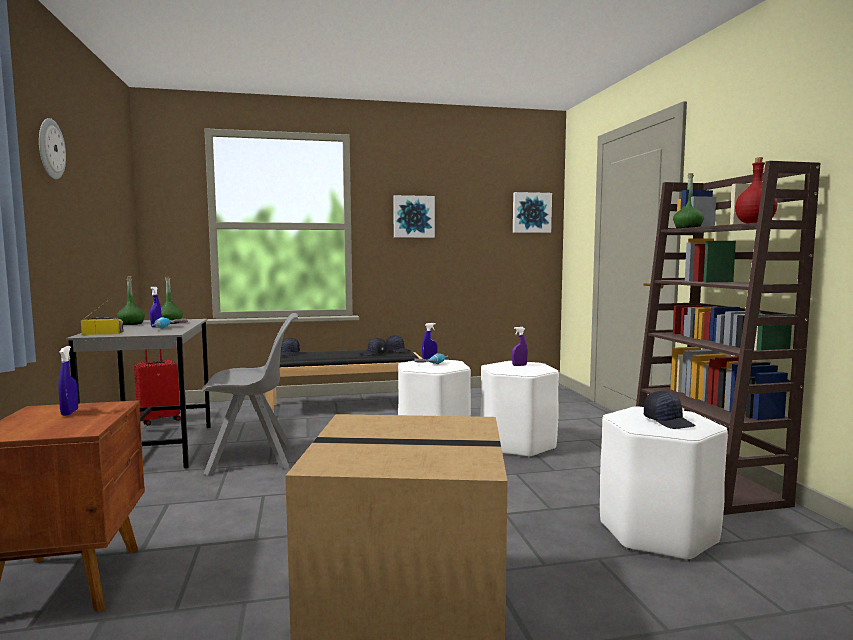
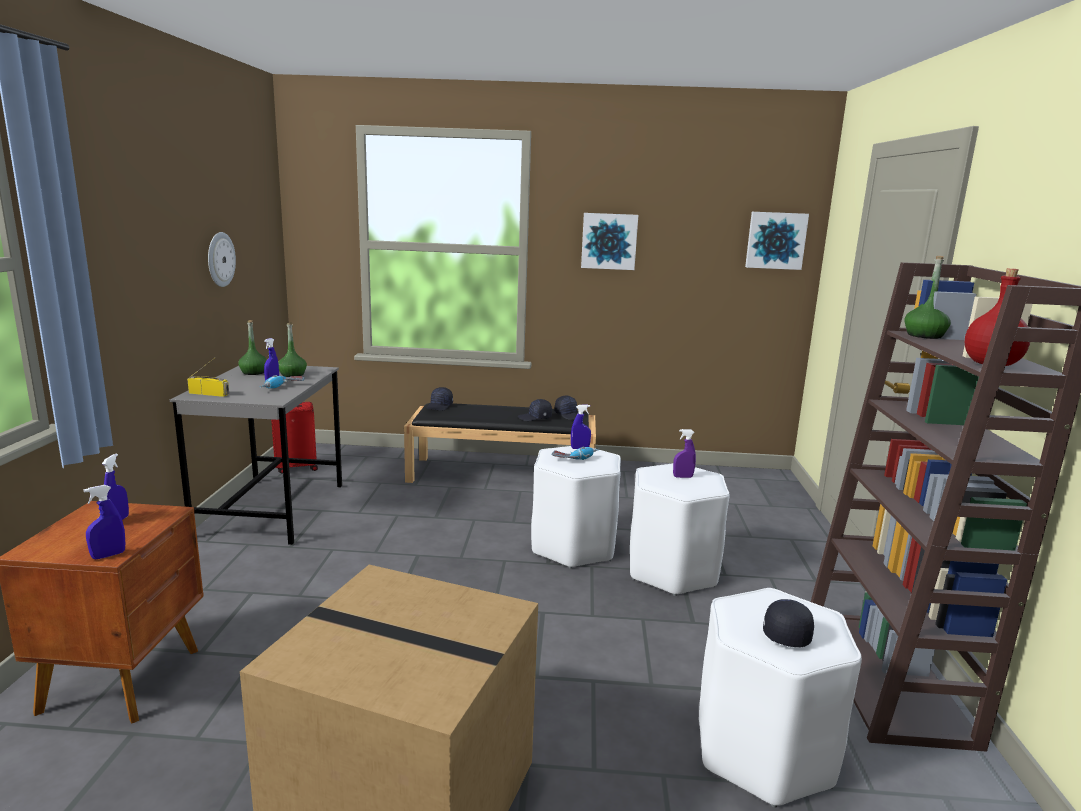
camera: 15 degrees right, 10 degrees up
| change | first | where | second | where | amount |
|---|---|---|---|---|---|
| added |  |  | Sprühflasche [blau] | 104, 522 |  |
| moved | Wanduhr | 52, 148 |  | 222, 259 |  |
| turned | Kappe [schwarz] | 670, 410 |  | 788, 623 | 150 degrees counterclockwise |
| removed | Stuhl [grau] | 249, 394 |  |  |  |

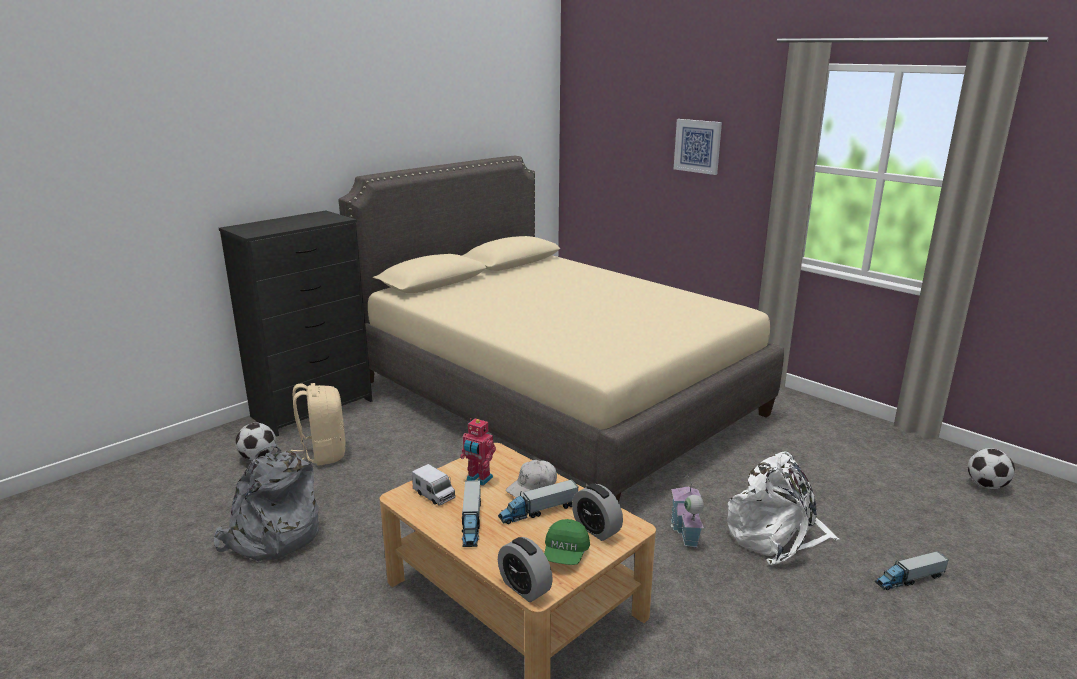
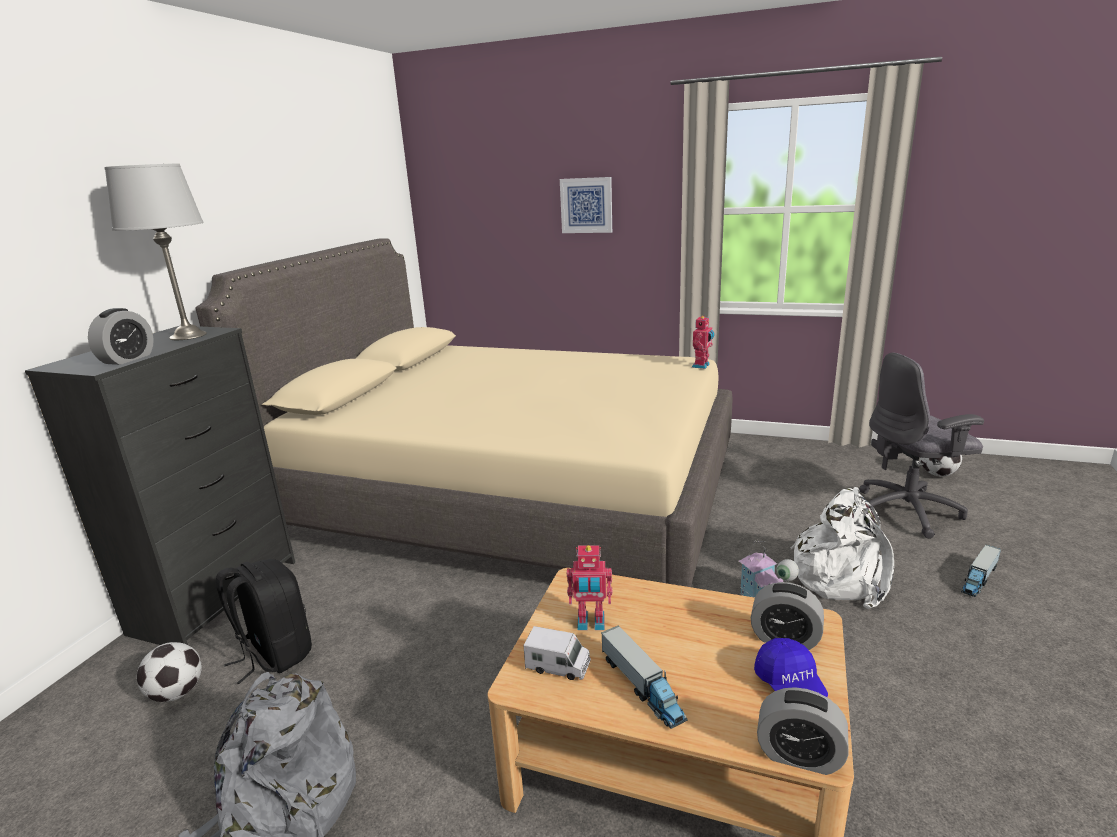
camera: 25 degrees left, 0 degrees up
| change | first | where | second | where | amount |
|---|---|---|---|---|---|
| added |  |  | Wecker | 121, 336 |  |
| added |  |  | Tischlampe [grau] | 155, 252 |  |
| recoloured | Rucksack [beige] | 318, 424 | Rucksack [schwarz] | 264, 621 |  |
| added |  |  | Spielzeugroboter | 703, 342 |  |
| recoloured | Kappe [grün] | 567, 542 | Kappe [blau] | 791, 667 |  |
| added |  |  | Bürostuhl [grau] | 921, 446 |  |
| removed | Spielzeuglaster | 538, 501 |  |  |  |
| removed | Kappe [weiß] | 531, 479 |  |  |  |

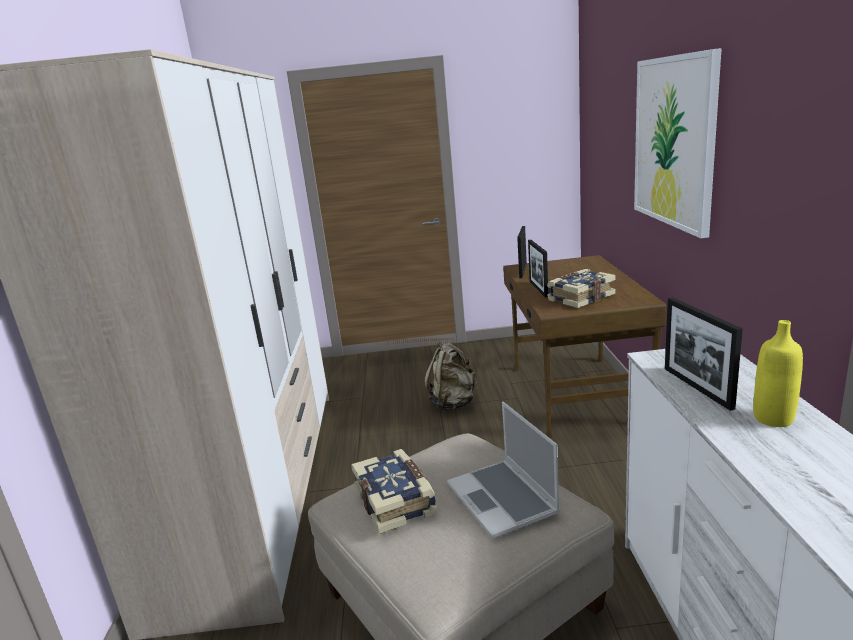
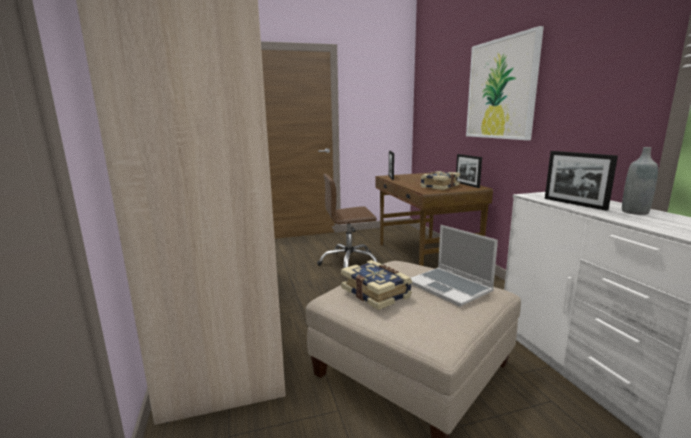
camera: 15 degrees left, 5 degrees down
| change | first | where | second | where | amount |
|---|---|---|---|---|---|
| replaced | Rucksack [beige] | 451, 375 | Bürostuhl [braun] | 347, 221 |  |
| moved | Bilderrahmen | 538, 268 |  | 469, 171 |  |
| recoloured | Flasche [gelb] | 778, 373 | Flasche [grau] | 640, 181 |  |

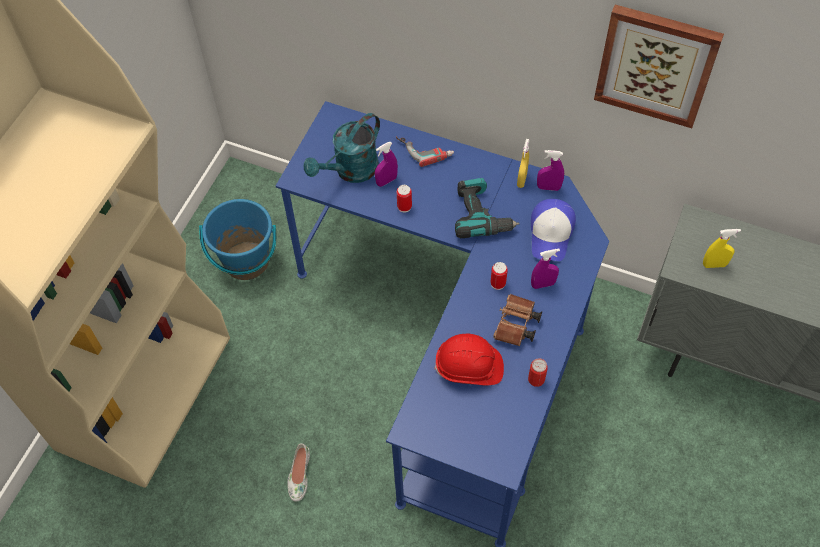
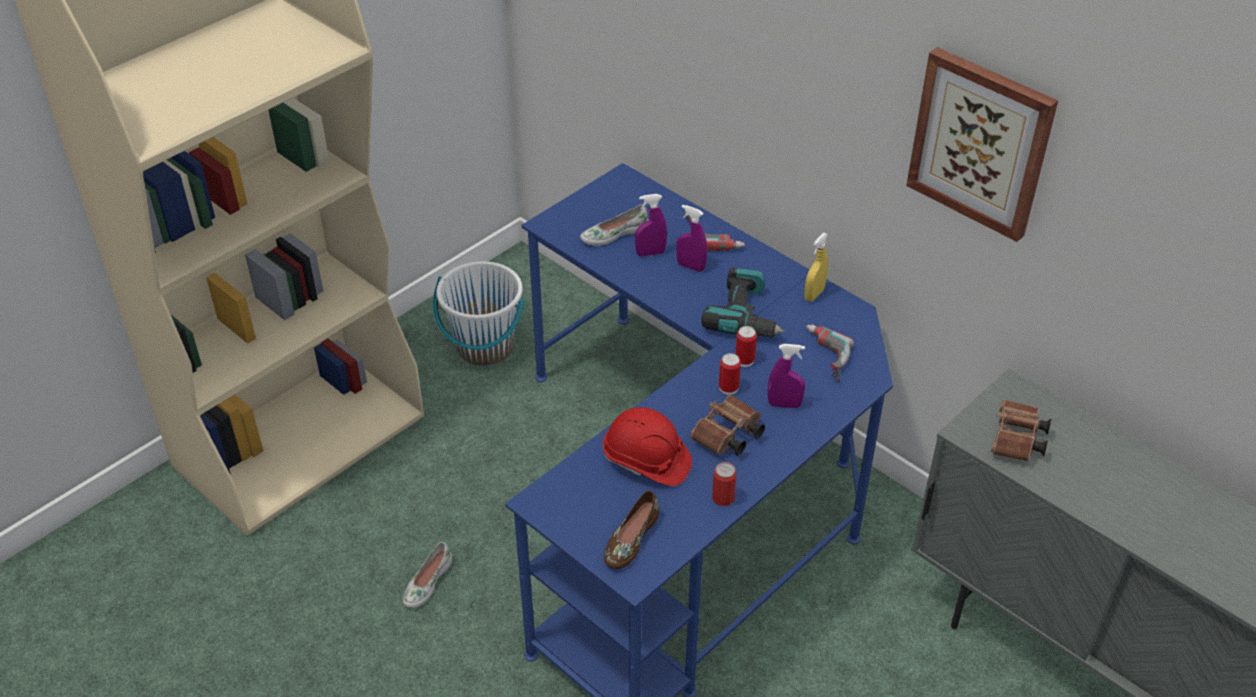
camera: 20 degrees right, 15 degrees down
| change | first | where | second | where | amount |
|---|---|---|---|---|---|
| recoloured | Eimer [blau] | 237, 239 | Eimer [weiß] | 479, 313 |  |
| replaced | Gießkanne [türkis] | 342, 148 | Schuh [weiß] | 614, 225 |  |
| added |  |  | Schuh [braun] | 631, 529 |  |
| moved | Sprühflasche [lila] | 550, 170 |  | 691, 238 |  |
| moved | Dose | 404, 198 |  | 746, 346 |  |
| replaced | Kappe | 553, 230 | Bohrmaschine | 830, 354 |  |
| replaced | Sprühflasche [gelb] | 722, 248 | Fernglas [braun] | 1021, 430 |  |

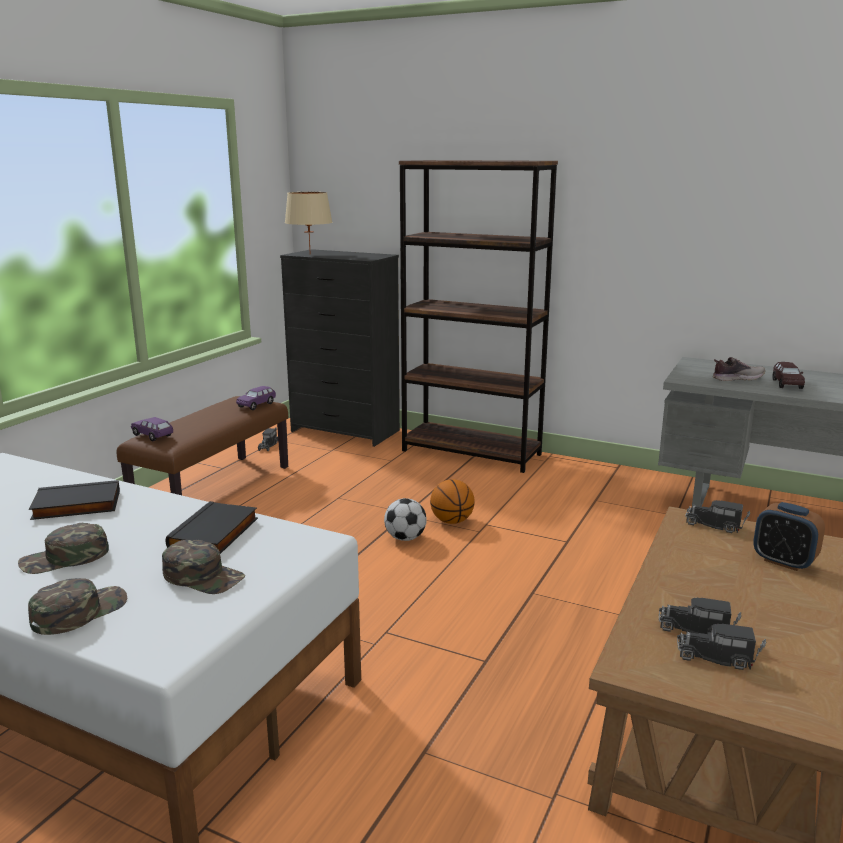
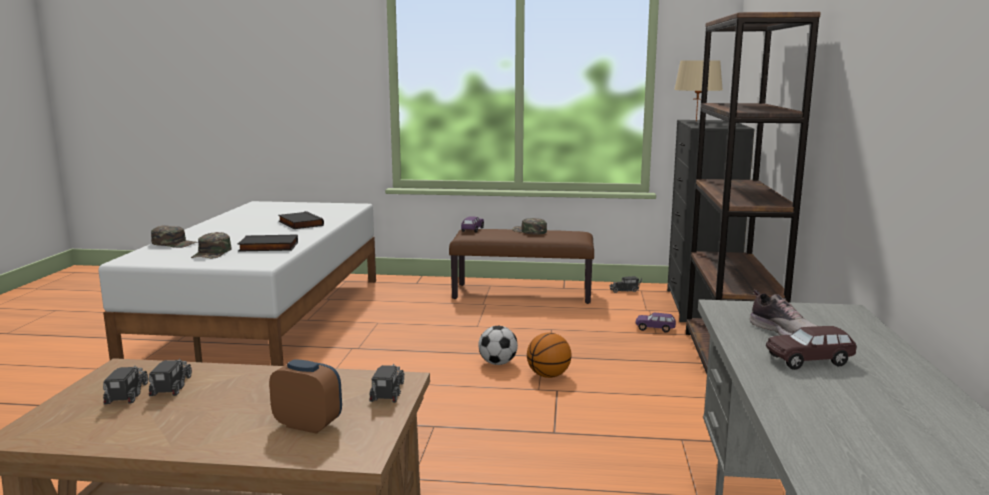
camera: 70 degrees right, 5 degrees down
| change | first | where | second | where | amount |
|---|---|---|---|---|---|
| turned | Wecker | 789, 536 |  | 305, 396 | 90 degrees clockwise |
| moved | Kappe [grün] | 63, 548 |  | 529, 226 |  |
| moved | Spielzeugauto [lila] | 256, 398 |  | 656, 323 |  |

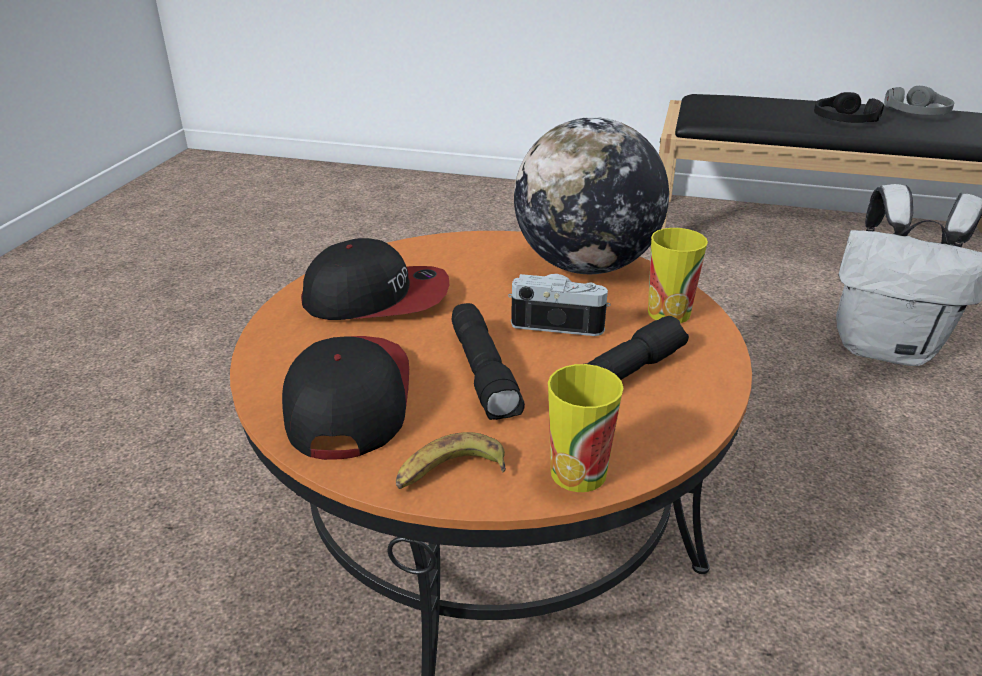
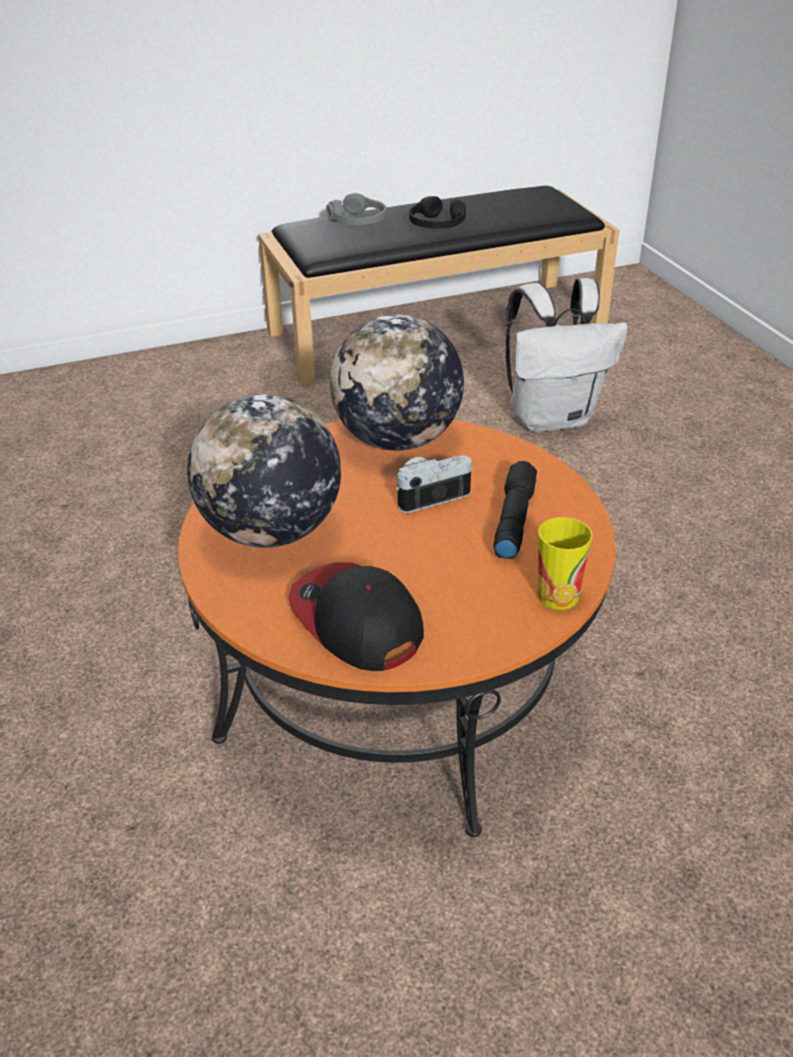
camera: 35 degrees left, 5 degrees up
| change | first | where | second | where | amount |
|---|---|---|---|---|---|
| replaced | Kappe | 375, 279 | Globus | 264, 471 |  |
| moved | Kopfhörer [grau] | 919, 100 |  | 356, 209 |  |
| removed | Banane | 451, 460 |  |  |  |
| removed | Taschenlampe [schwarz] | 488, 361 |  |  |  |
| removed | Tasse | 678, 275 |  |  |  |

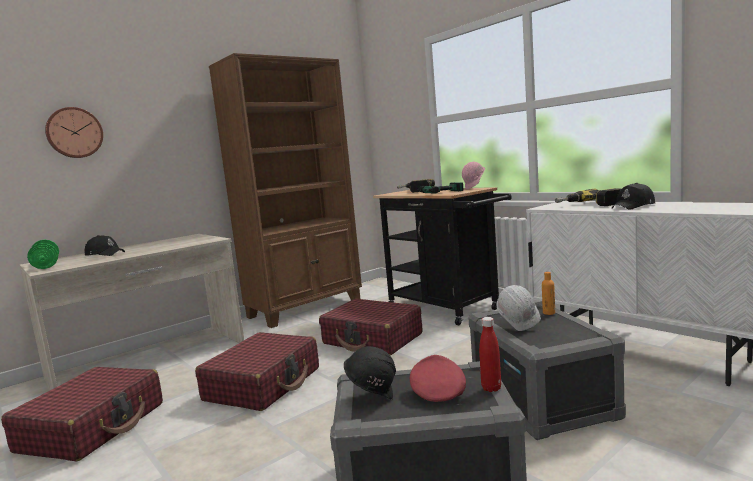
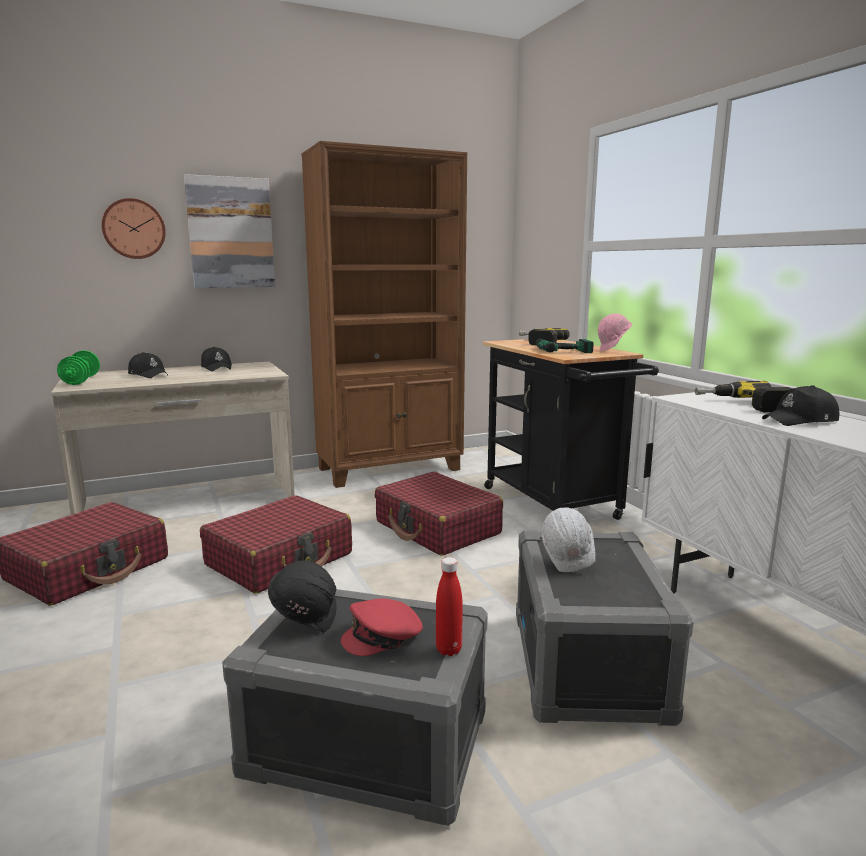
camera: 15 degrees right, 5 degrees up
| change | first | where | second | where | amount |
|---|---|---|---|---|---|
| added |  |  | Bild | 229, 231 |  |
| added |  |  | Kappe [schwarz] | 216, 359 |  |
| turned | Kappe [rot] | 438, 378 |  | 382, 627 | 135 degrees counterclockwise |
| removed | Flasche [orange] | 548, 293 |  |  |  |

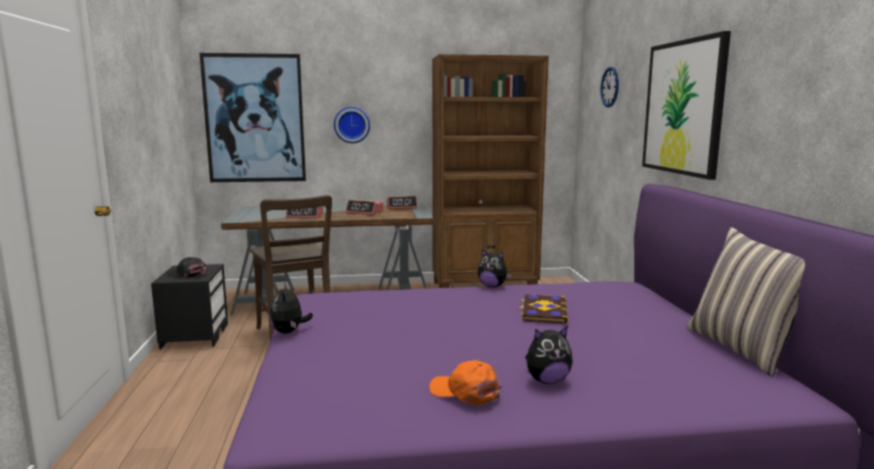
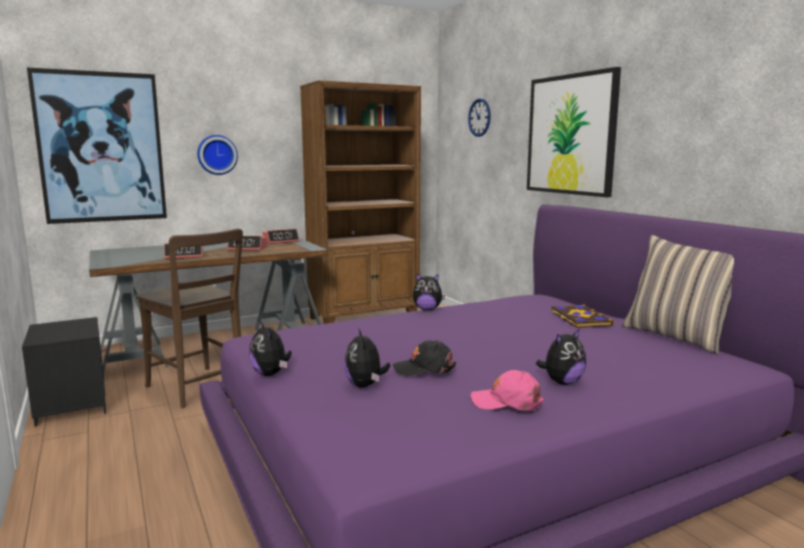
camera: 20 degrees left, 0 degrees up
| change | first | where | second | where | amount |
|---|---|---|---|---|---|
| added |  |  | Plüschtier | 367, 358 |  |
| moved | Kappe [schwarz] | 186, 267 |  | 424, 358 |  |
| recoloured | Kappe [orange] | 465, 383 | Kappe [rosa] | 507, 390 |  |
| moved | Buch | 543, 309 |  | 582, 316 |  |

